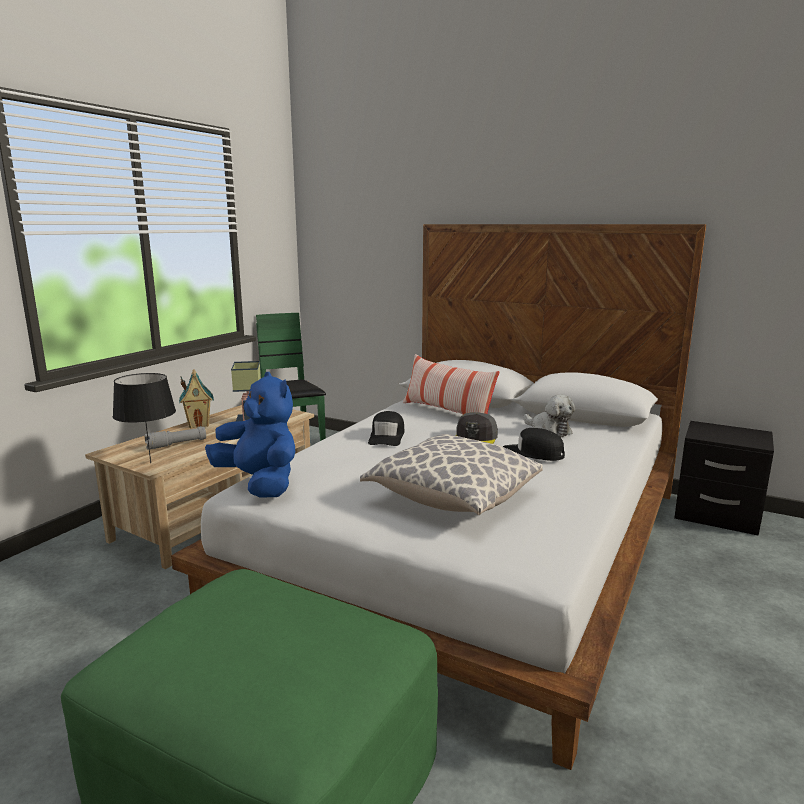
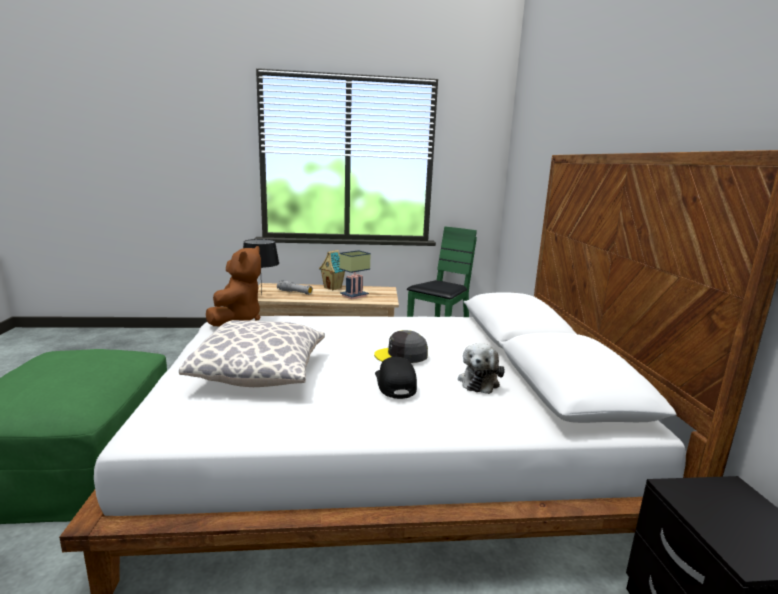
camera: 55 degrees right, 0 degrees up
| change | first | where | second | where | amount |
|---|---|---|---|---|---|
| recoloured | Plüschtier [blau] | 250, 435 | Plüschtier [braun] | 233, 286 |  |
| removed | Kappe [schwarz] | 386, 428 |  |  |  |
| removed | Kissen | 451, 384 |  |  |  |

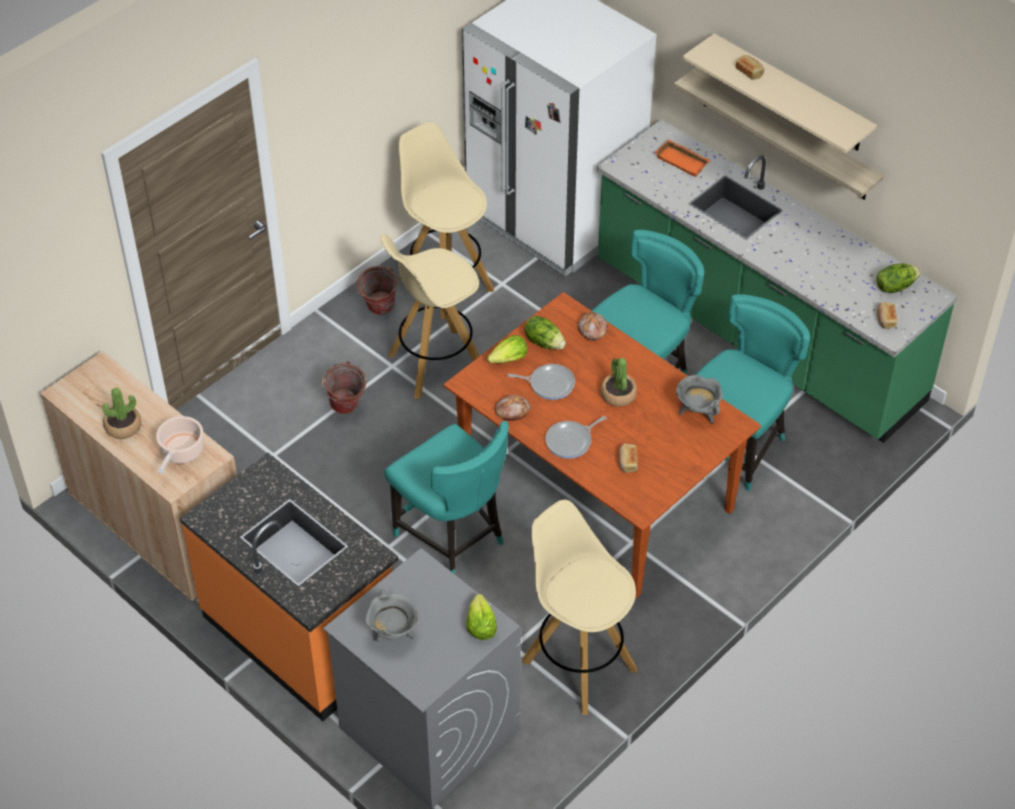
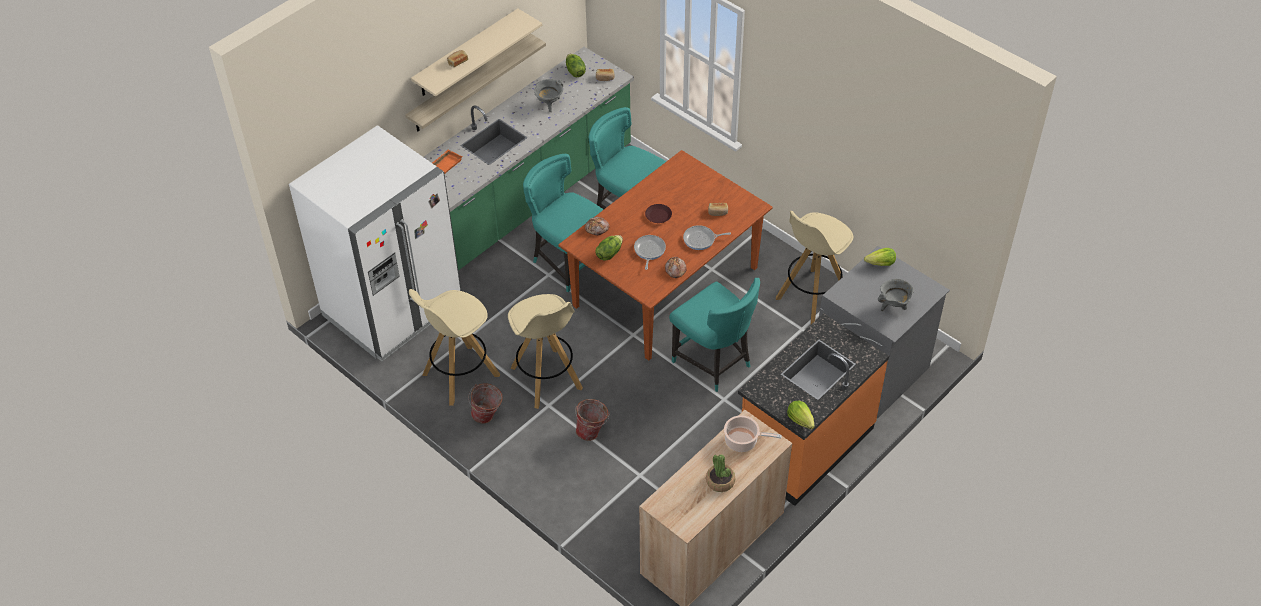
camera: 90 degrees left, 0 degrees up
| change | first | where | second | where | amount |
|---|---|---|---|---|---|
| moved | Kochtopf [grau] | 699, 399 |  | 548, 95 |  |
| replaced | Topfpflanze | 619, 382 | Teller [braun] | 658, 213 |  |
| turned | Stuhl [türkis] | 446, 497 |  | 714, 335 | 90 degrees clockwise |
| turned | Pfanne | 575, 437 |  | 707, 237 | 120 degrees clockwise |
| moved | Salatkopf | 507, 349 |  | 800, 415 |  |

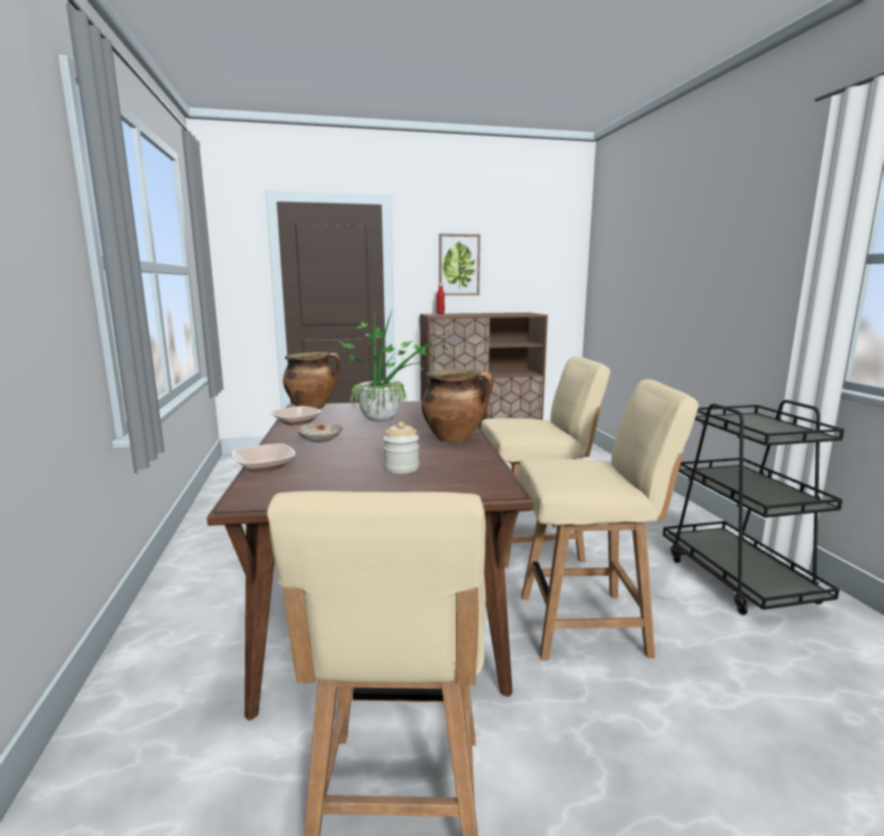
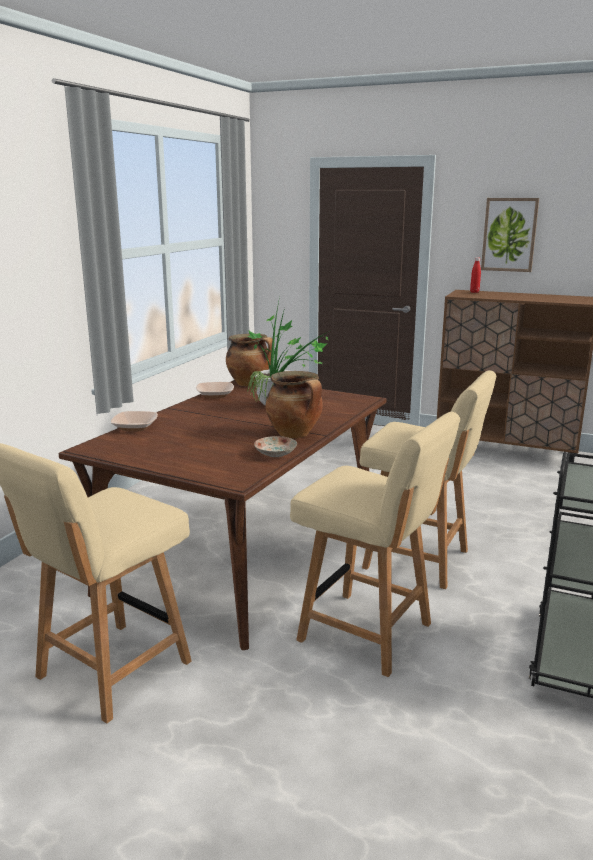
camera: 35 degrees right, 5 degrees up
| change | first | where | second | where | amount |
|---|---|---|---|---|---|
| moved | Teller | 320, 433 |  | 275, 446 |  |
| removed | Vorratsglas | 401, 448 |  |  |  |

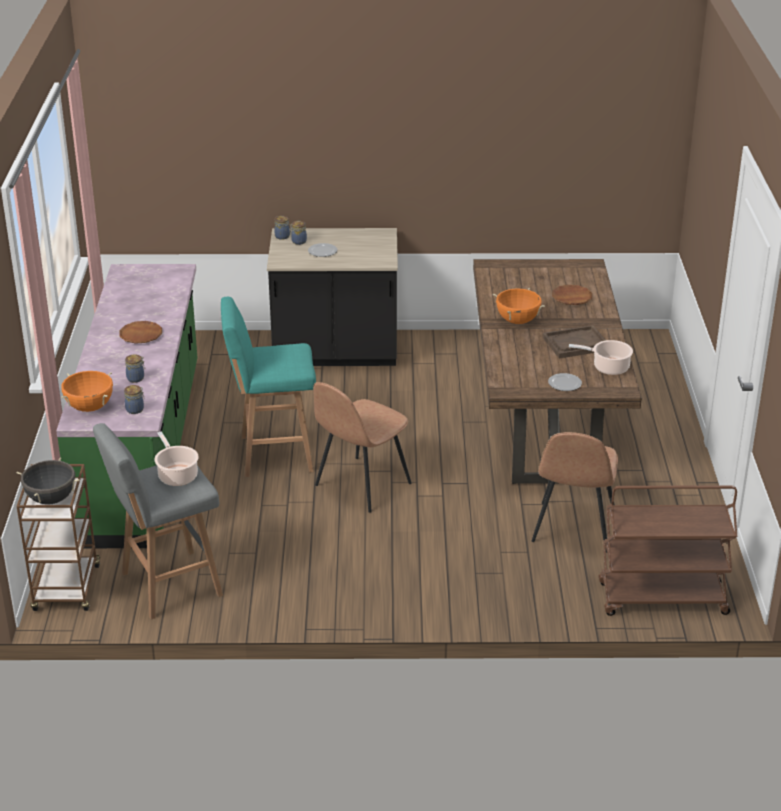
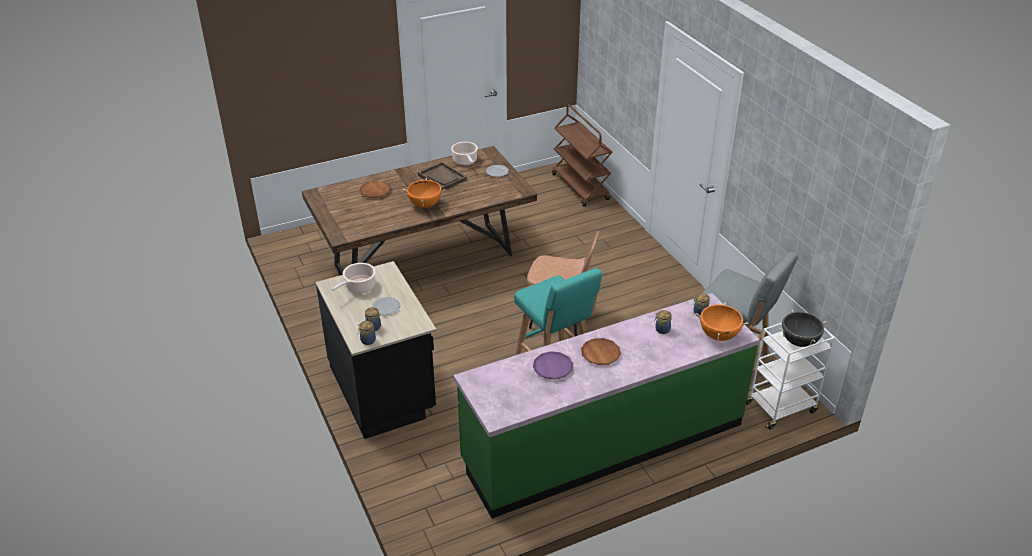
camera: 115 degrees left, 5 degrees up
| change | first | where | second | where | amount |
|---|---|---|---|---|---|
| moved | Kochtopf | 176, 459 |  | 353, 278 |  |
| added |  |  | Teller [lila] | 553, 365 |  |
| recoloured | Rollwagen [braun] | 58, 537 | Rollwagen [weiß] | 790, 376 |  |
| removed | Stuhl [braun] | 575, 492 |  |  |  |

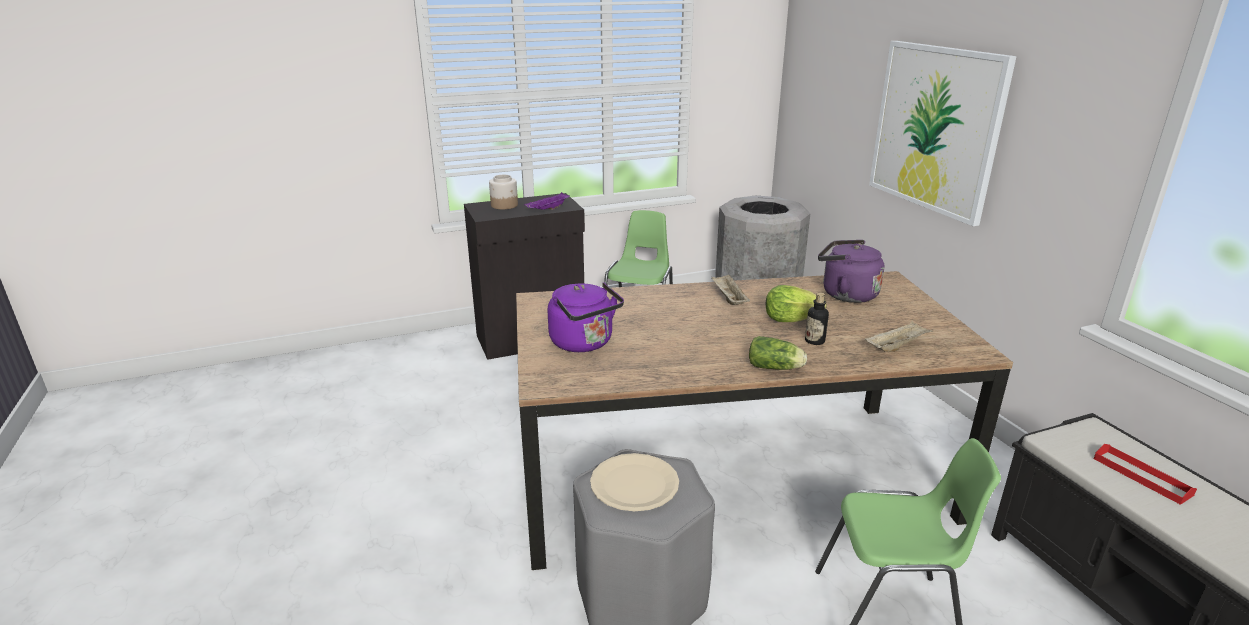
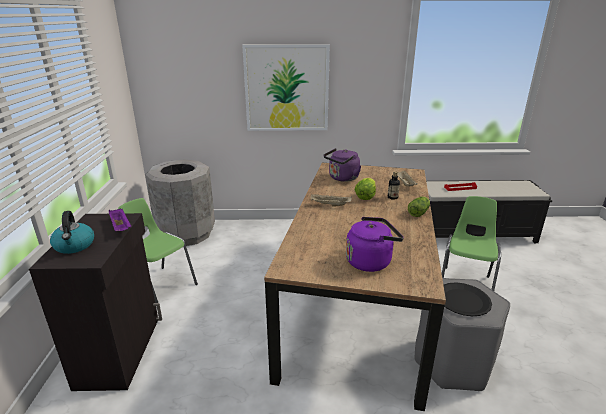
camera: 70 degrees left, 0 degrees up
| change | first | where | second | where | amount |
|---|---|---|---|---|---|
| replaced | Vorratsglas | 503, 192 | Wasserkessel | 72, 232 |  |
| recoloured | Teller [beige] | 634, 482 | Teller [schwarz] | 468, 299 |  |

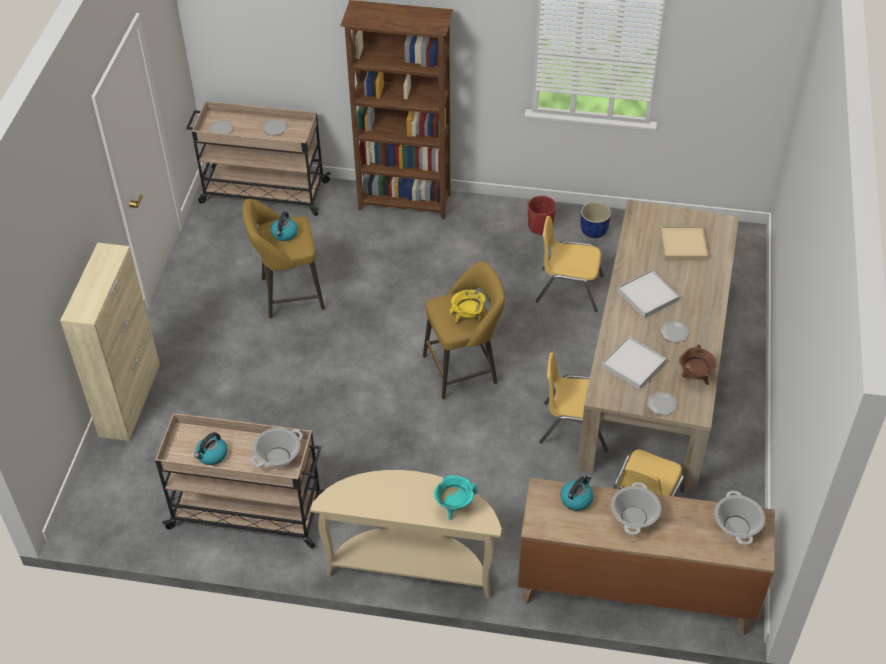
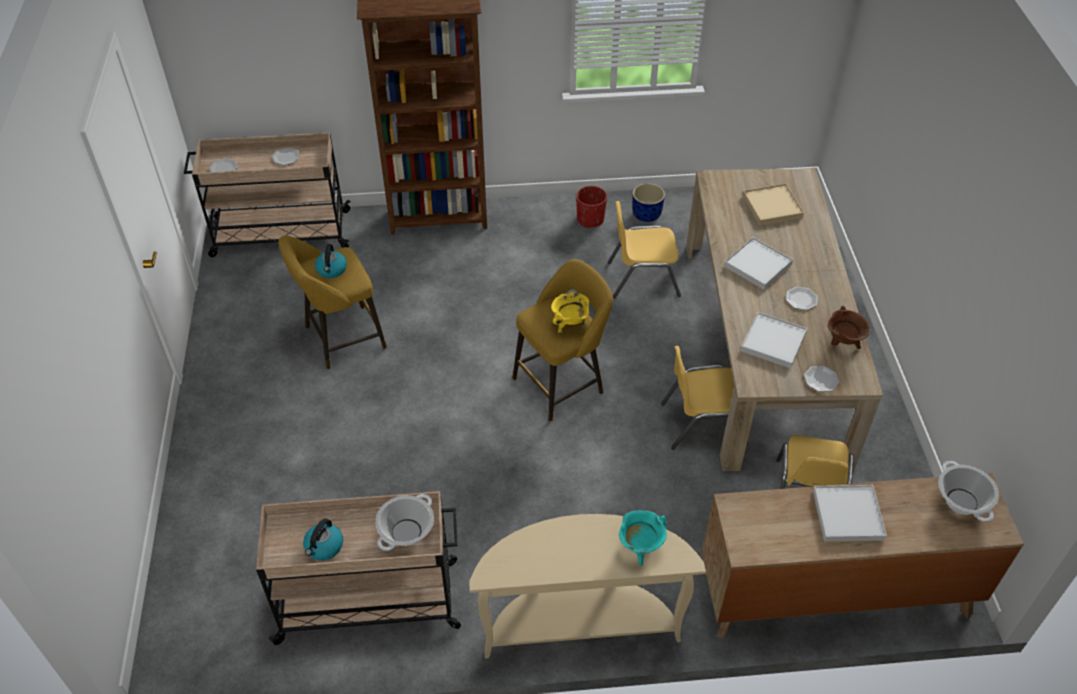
camera: 15 degrees left, 0 degrees up
| change | first | where | second | where | amount |
|---|---|---|---|---|---|
| replaced | Kochtopf | 636, 508 | Tablett [weiß] | 850, 513 |  |
| removed | Schrank [beige] | 110, 342 |  |  |  |
| removed | Wasserkessel | 577, 492 |  |  |  |

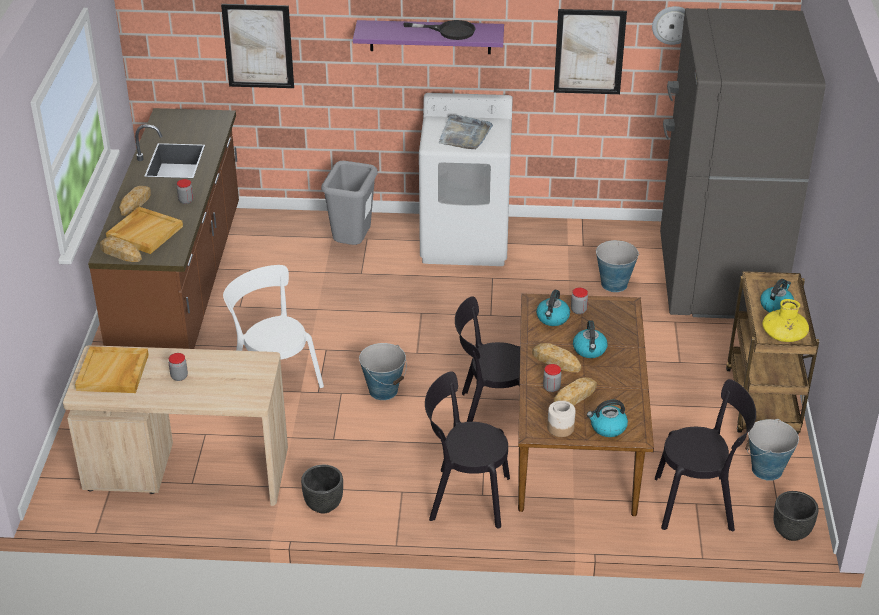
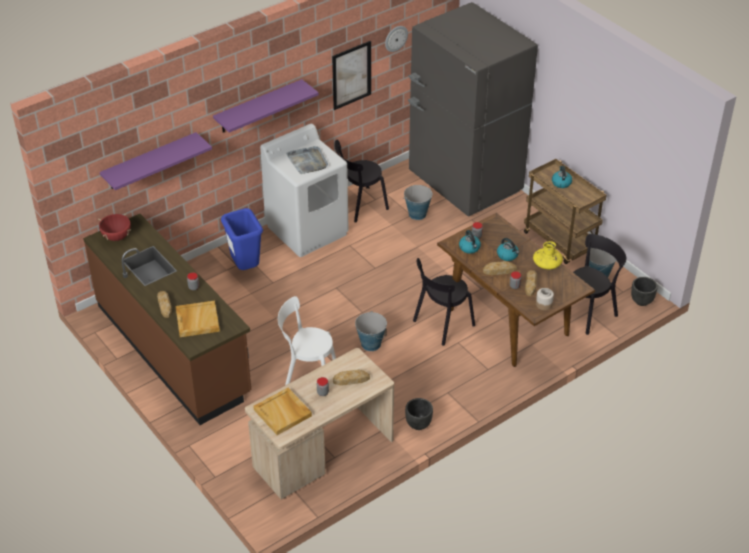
camera: 40 degrees left, 5 degrees up
| change | first | where | second | where | amount |
|---|---|---|---|---|---|
| added |  |  | Kochtopf [rot] | 114, 227 |  |
| replaced | Bild | 257, 46 | Wandregal [lila] | 156, 161 |  |
| recoloured | Mülleimer [grau] | 349, 203 | Mülleimer [blau] | 242, 239 |  |
| moved | Brot | 121, 249 |  | 351, 378 |  |
| moved | Stuhl [schwarz] | 467, 450 |  | 361, 181 |  |
| moved | Vase [gelb] | 785, 320 |  | 548, 255 |  |
| removed | Pfanne [schwarz] | 439, 30 |  |  |  |
| removed | Wasserkessel | 607, 418 |  |  |  |

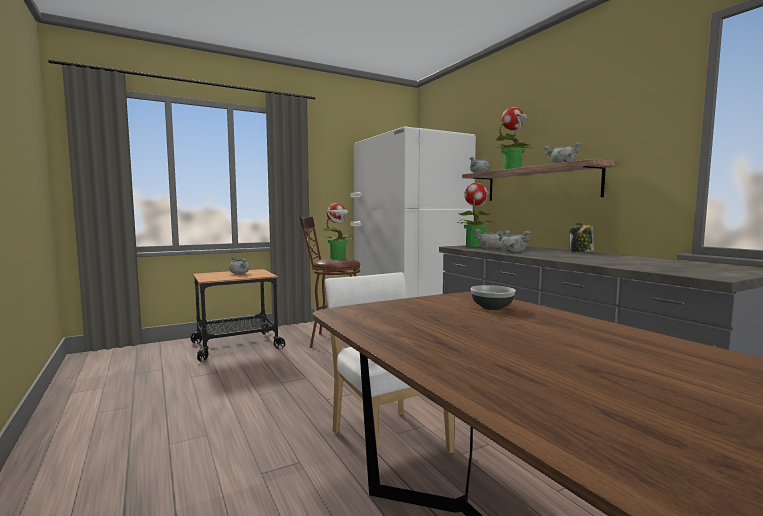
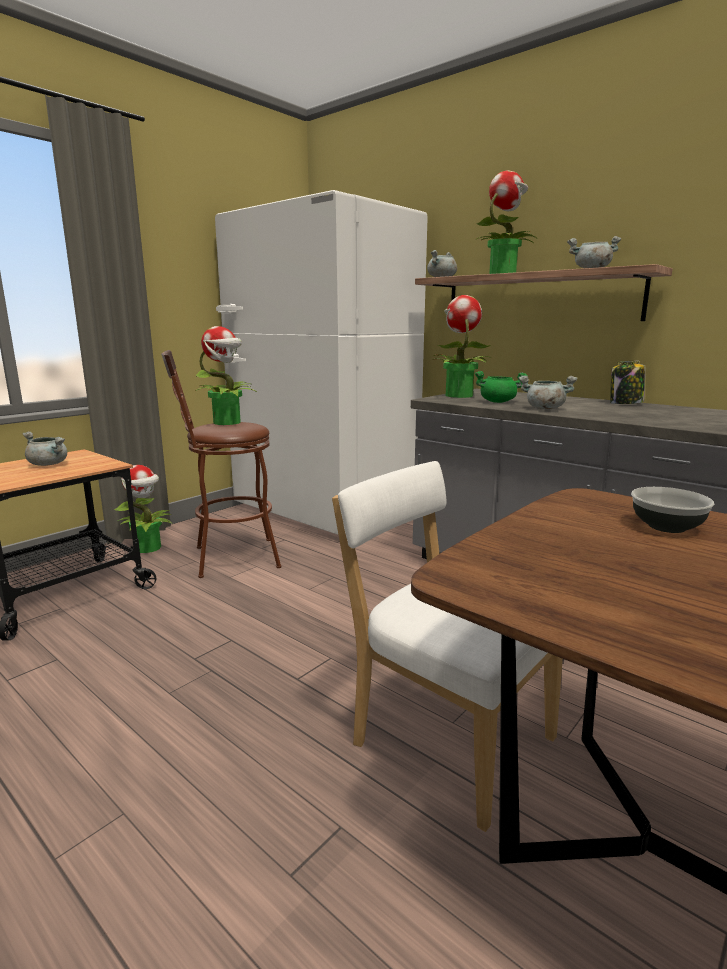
camera: 20 degrees left, 10 degrees up
| change | first | where | second | where | amount |
|---|---|---|---|---|---|
| added |  |  | Topfpflanze | 143, 509 |  |
| recoloured | Kochtopf [grau] | 492, 239 | Kochtopf [grün] | 501, 387 |  |

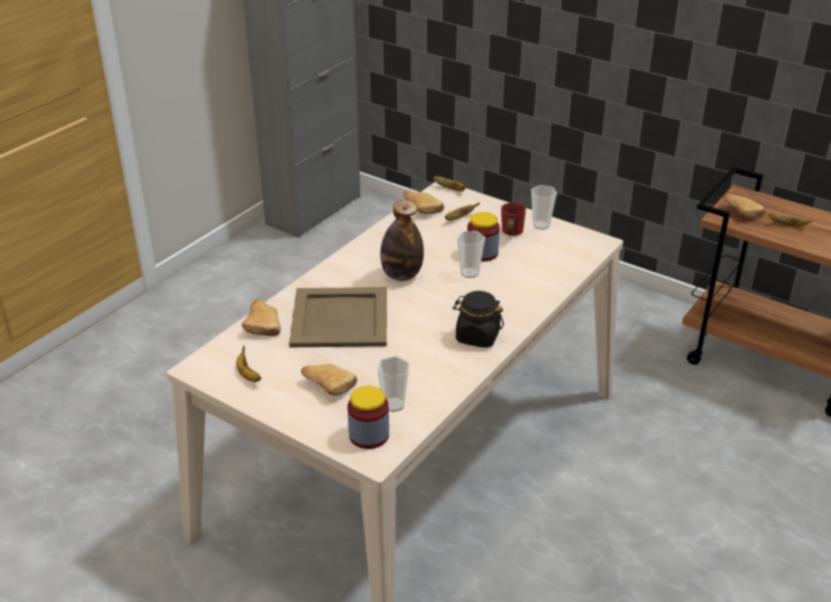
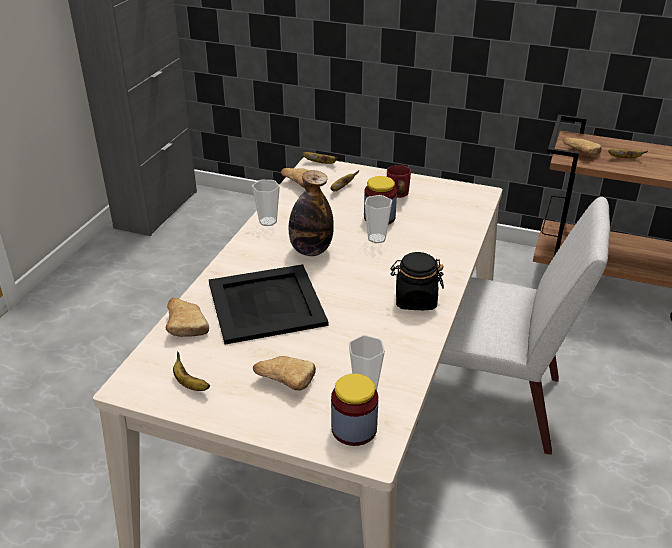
camera: 15 degrees left, 0 degrees up
| change | first | where | second | where | amount |
|---|---|---|---|---|---|
| recoloured | Tablett [beige] | 338, 317 | Tablett [schwarz] | 268, 304 |  |
| moved | Tasse | 544, 207 |  | 266, 203 |  |
| added |  |  | Stuhl [weiß] | 513, 326 |  |

